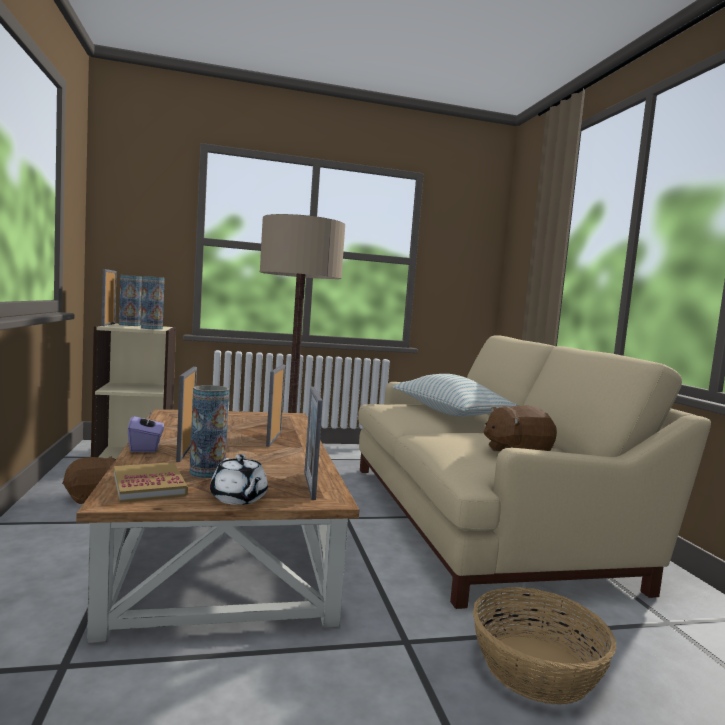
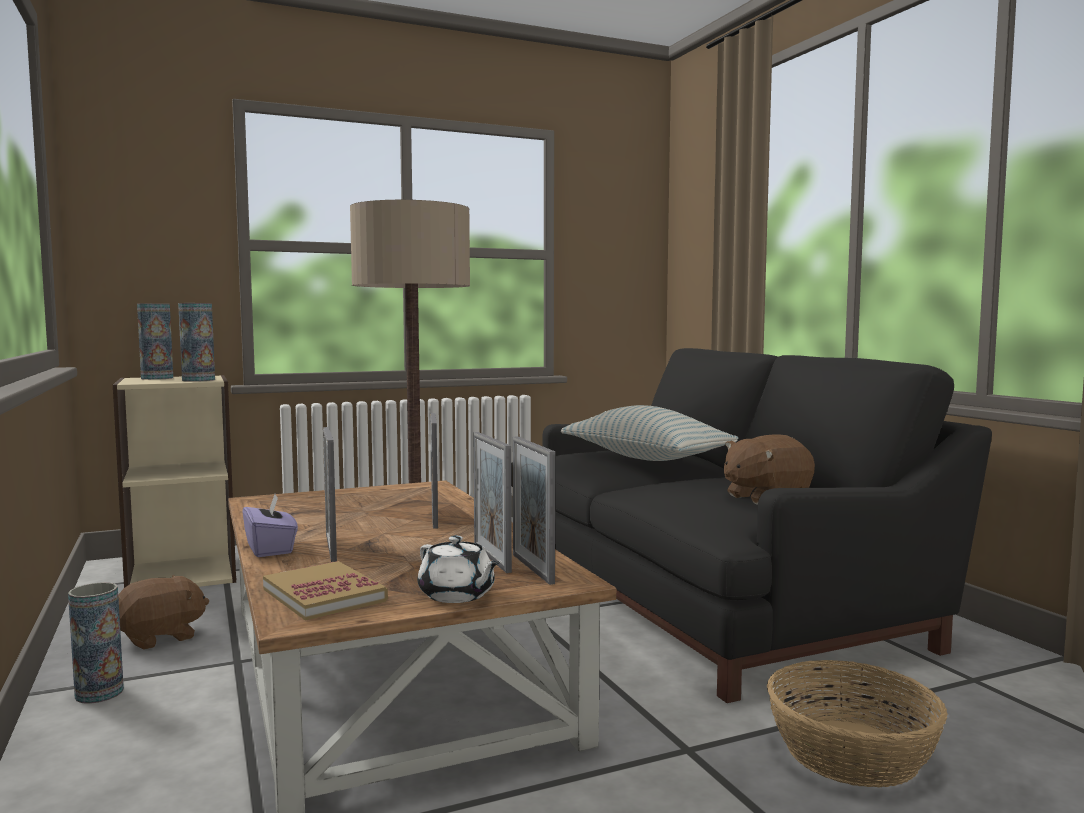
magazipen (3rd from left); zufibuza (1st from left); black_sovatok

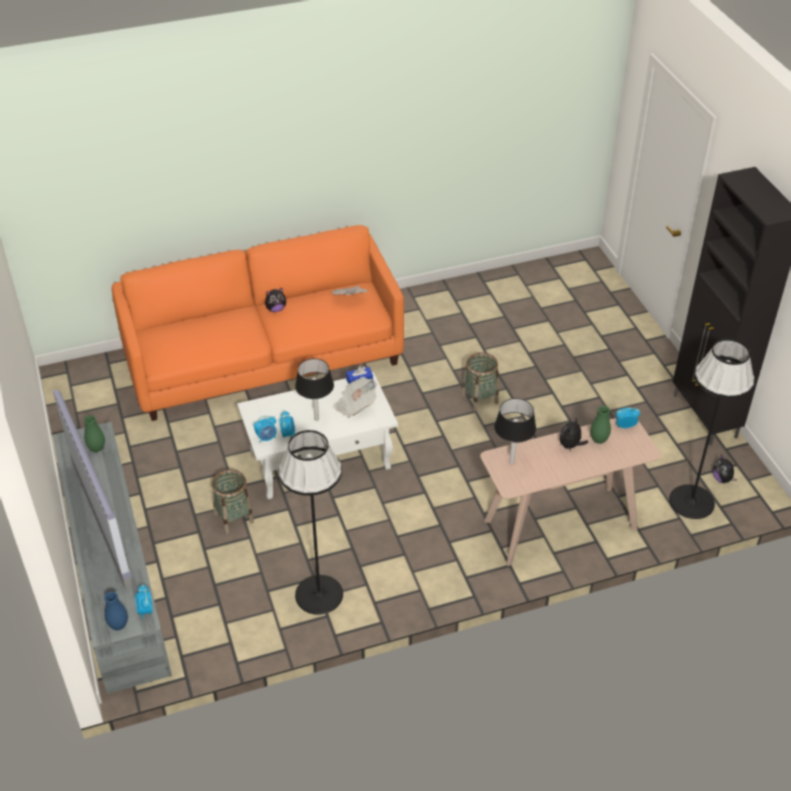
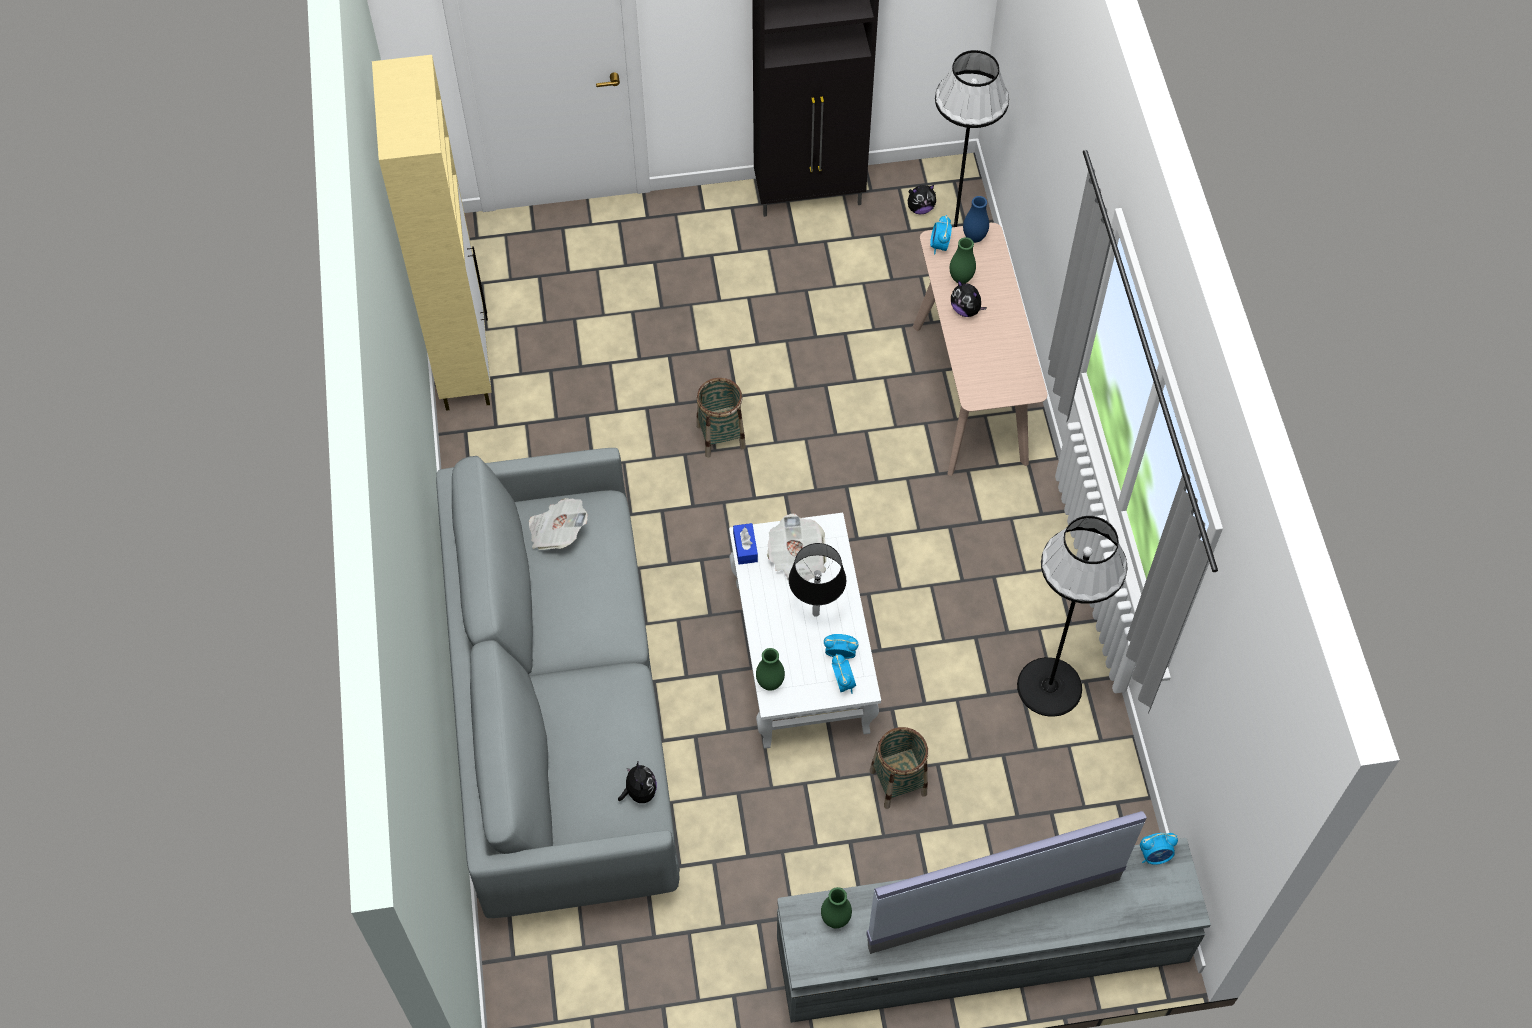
blue_zufibuza; grey_sovatok; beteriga (1st from left); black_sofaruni (2nd from left in the first image); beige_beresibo; green_zufibuza (1st from left)

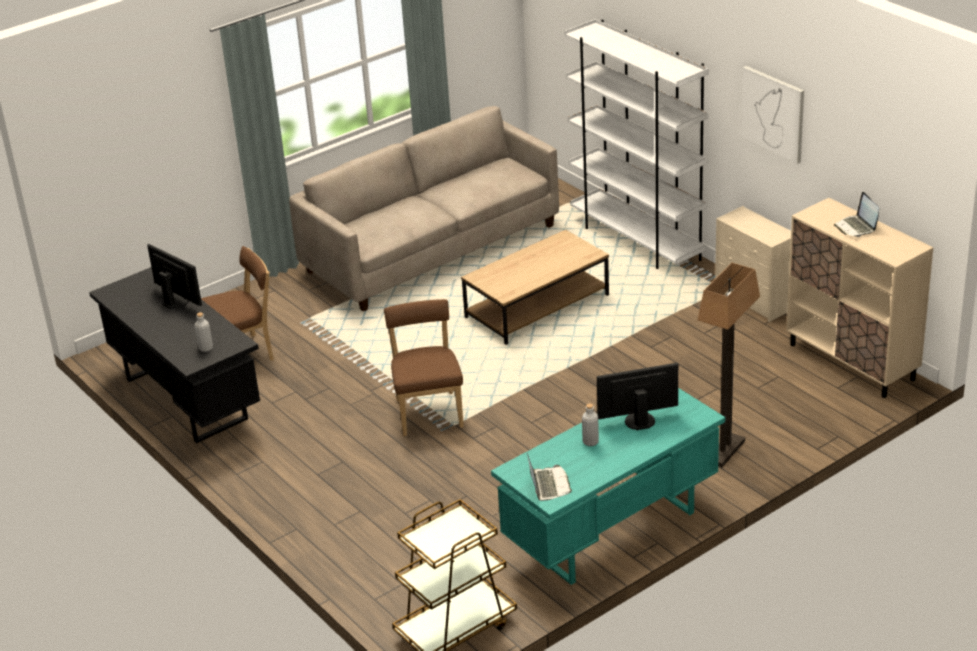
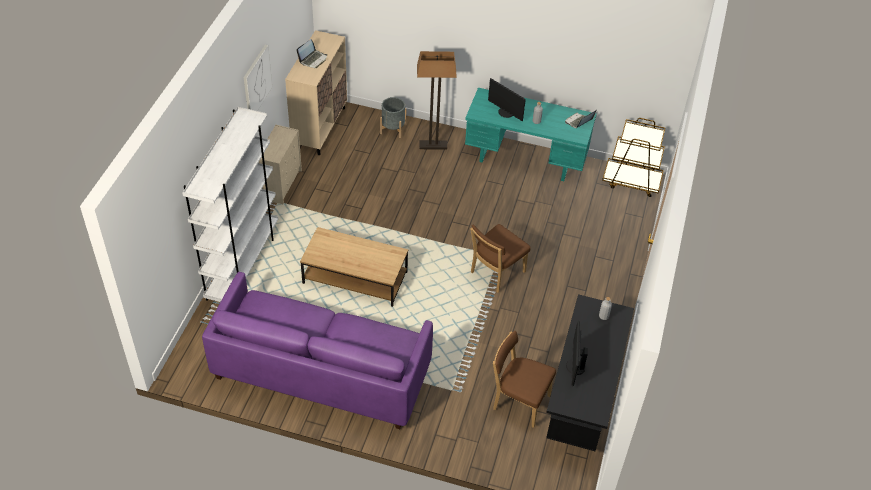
purple_sovatok; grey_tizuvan

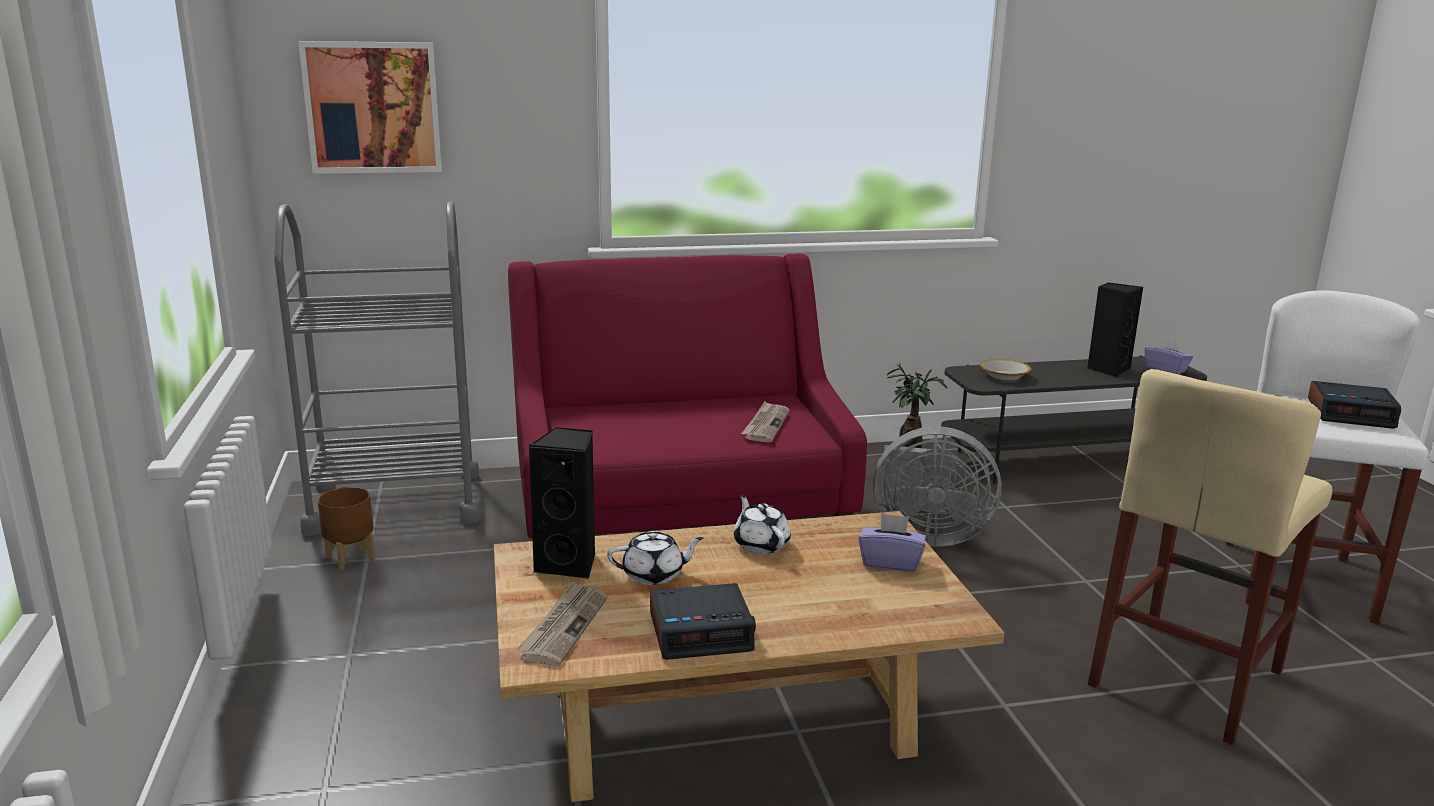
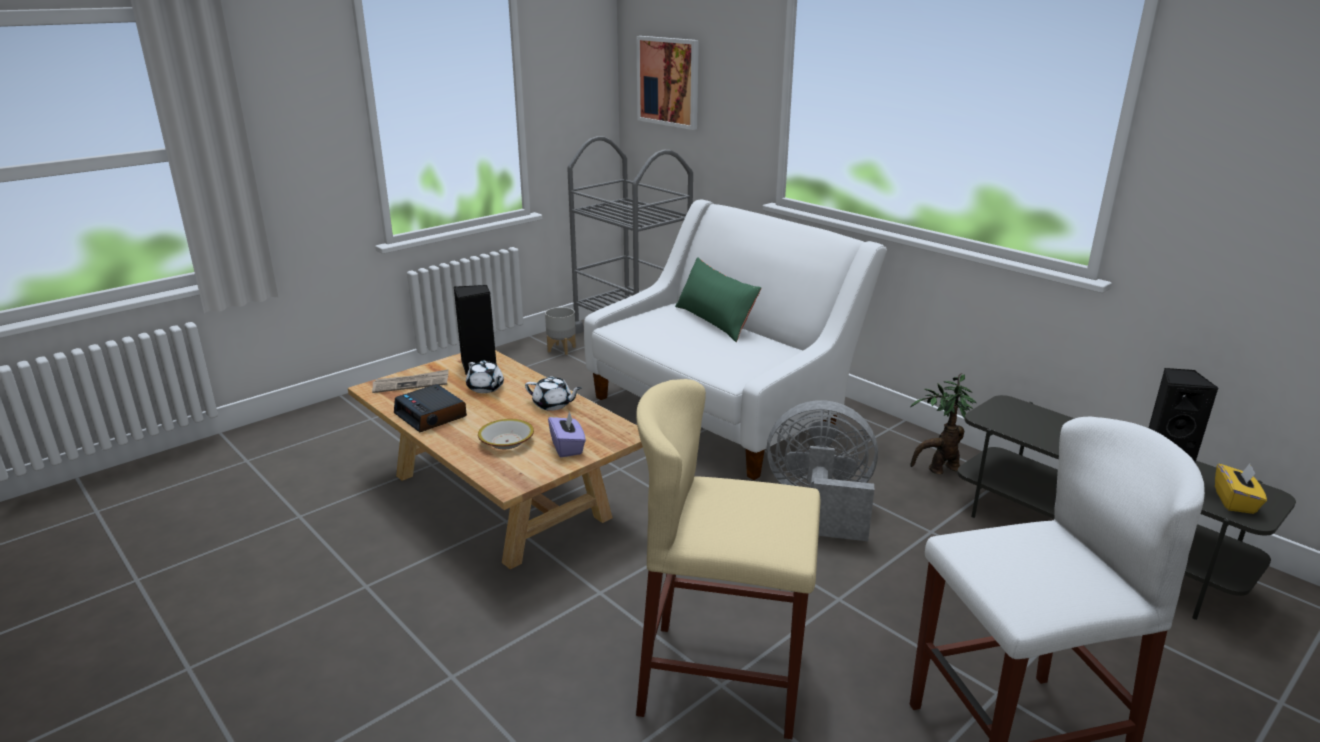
grey_tizuvan; white_sovatok; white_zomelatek (2nd from left); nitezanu (2nd from left in the first image); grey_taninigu; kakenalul; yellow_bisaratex; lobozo (2nd from left in the first image); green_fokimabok

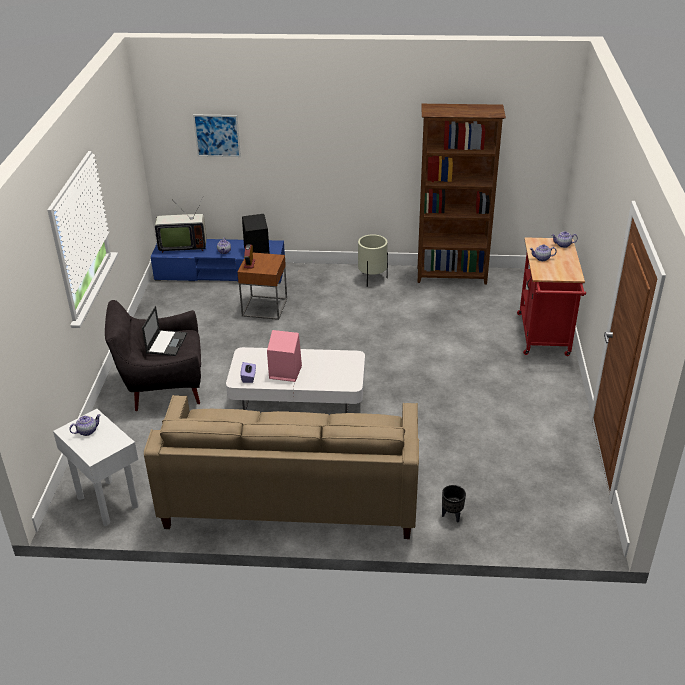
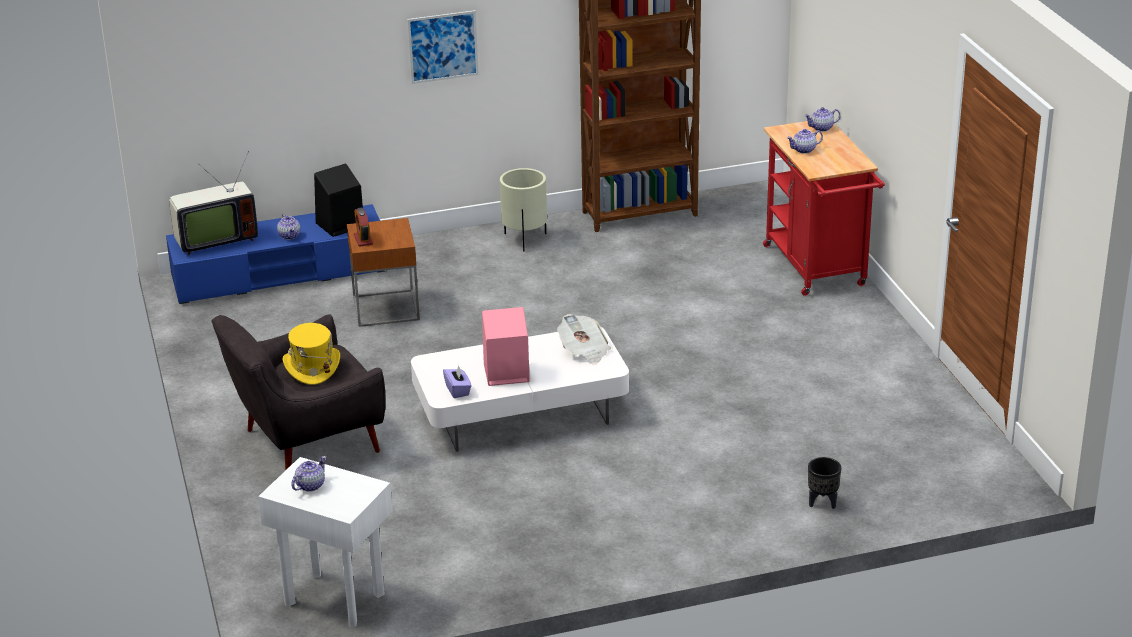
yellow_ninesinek; beige_sovatok; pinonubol; nitezanu

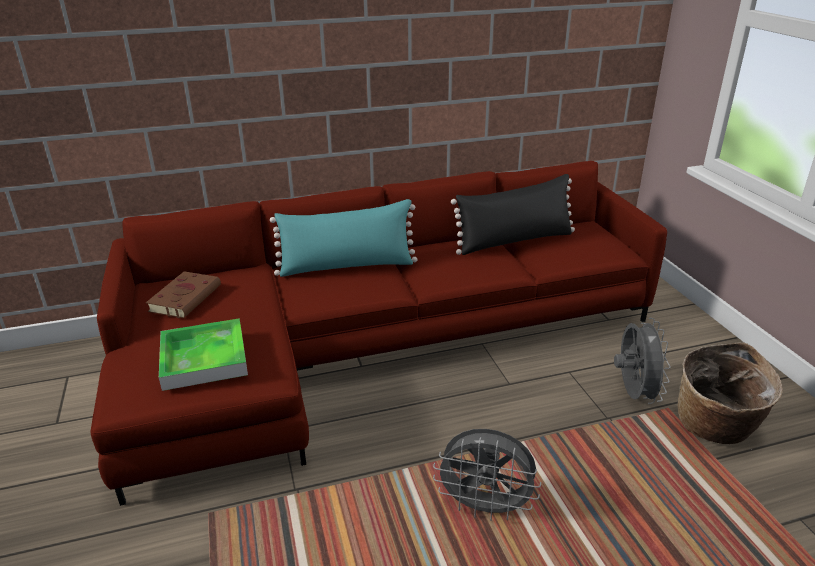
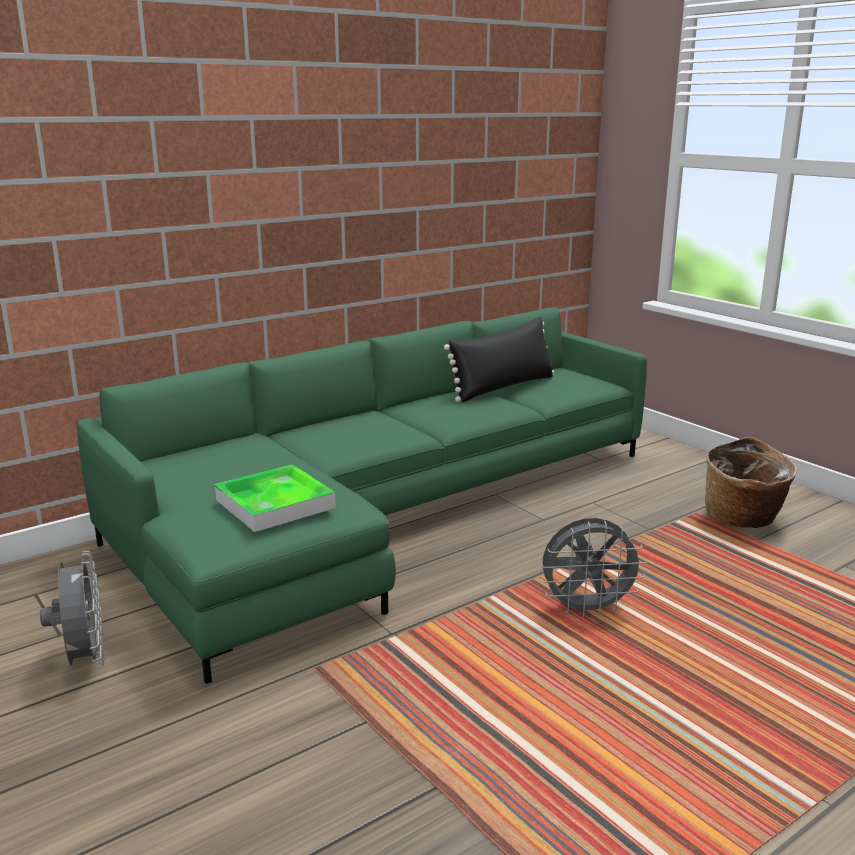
green_sovatok; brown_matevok; turquoise_fokimabok; grey_taninigu (1st from left)

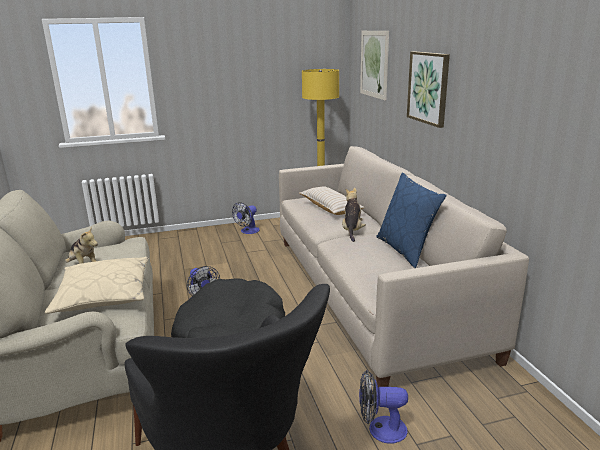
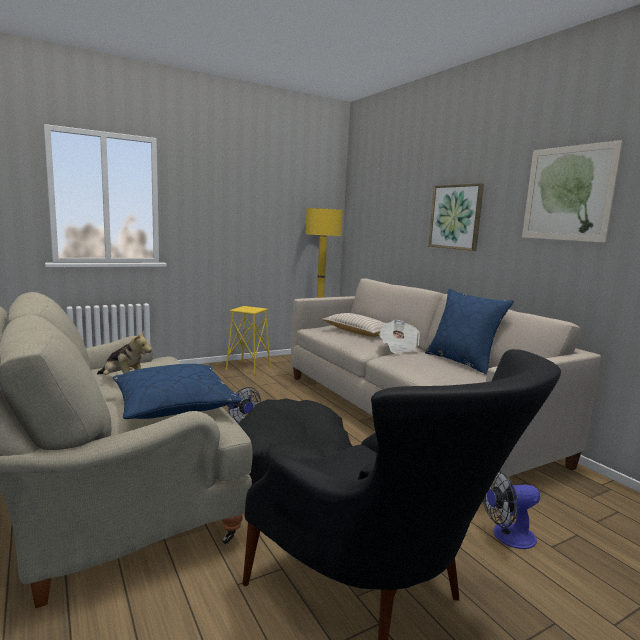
blue_fokimabok (1st from left); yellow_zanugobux; nitezanu; pinonubol (2nd from left)

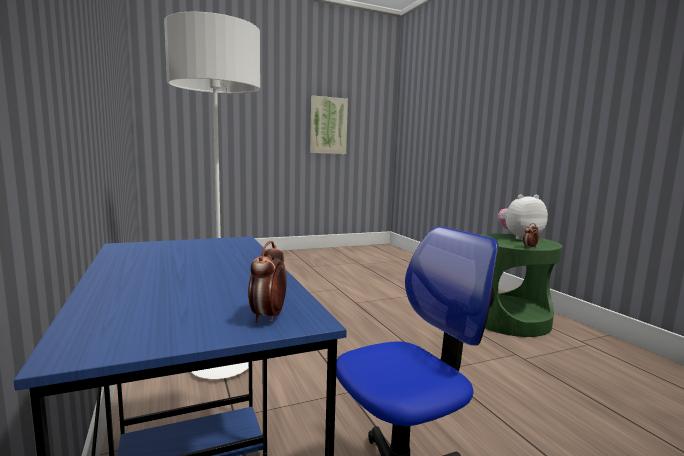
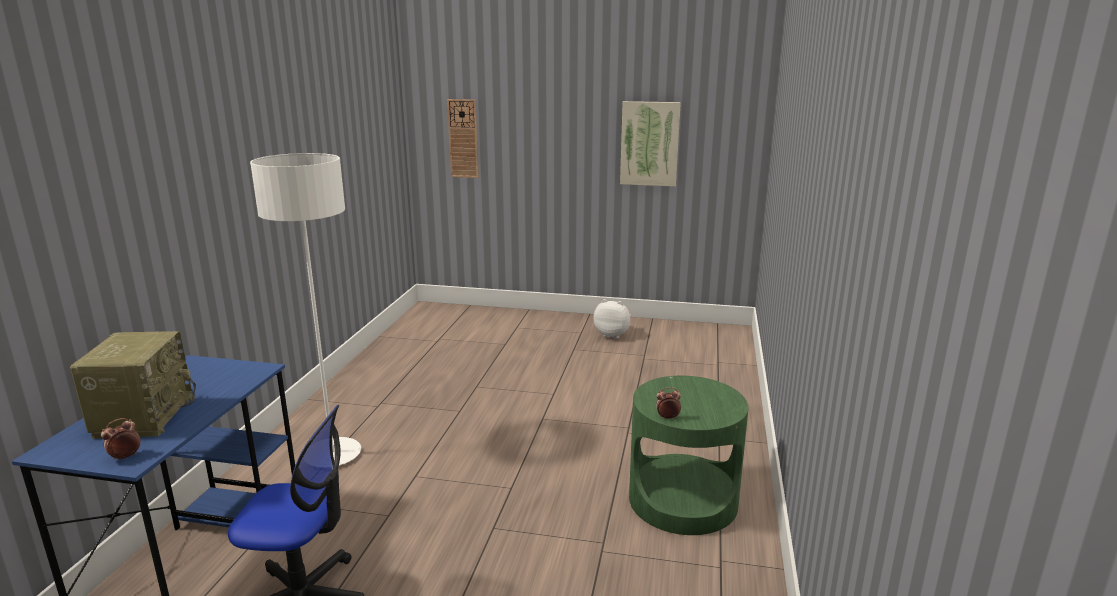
beteriga; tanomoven; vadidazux

